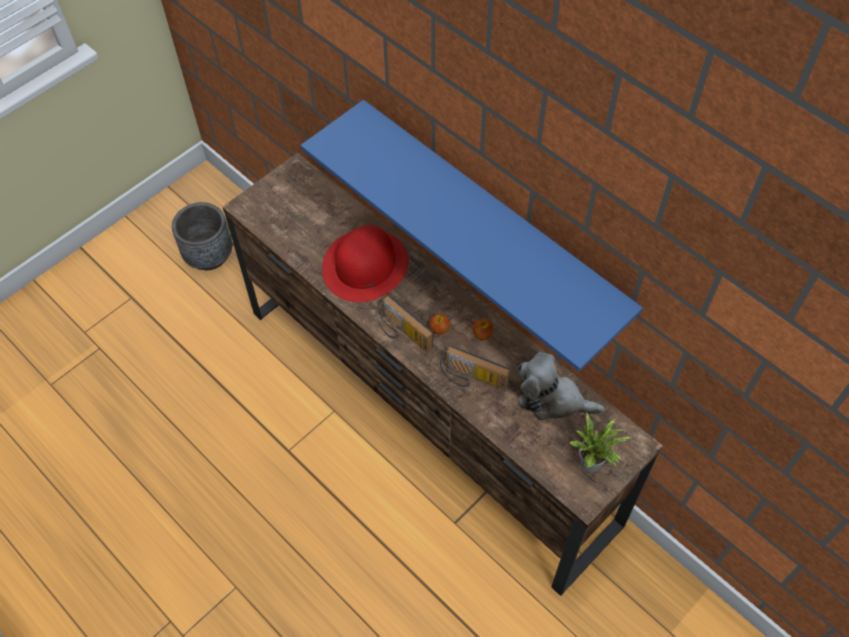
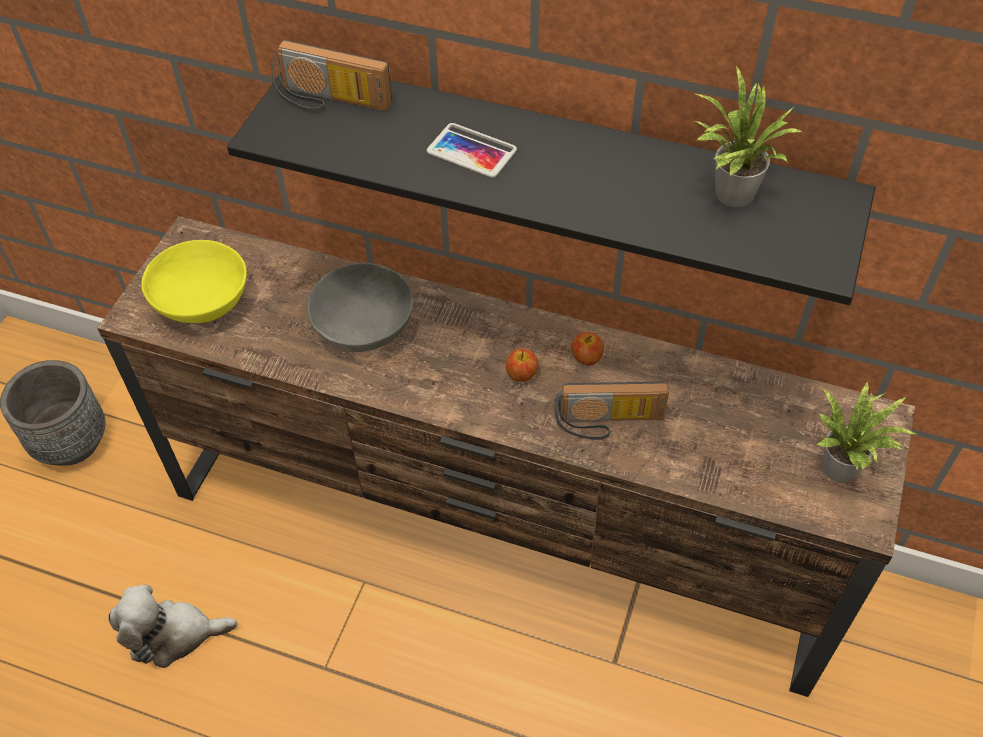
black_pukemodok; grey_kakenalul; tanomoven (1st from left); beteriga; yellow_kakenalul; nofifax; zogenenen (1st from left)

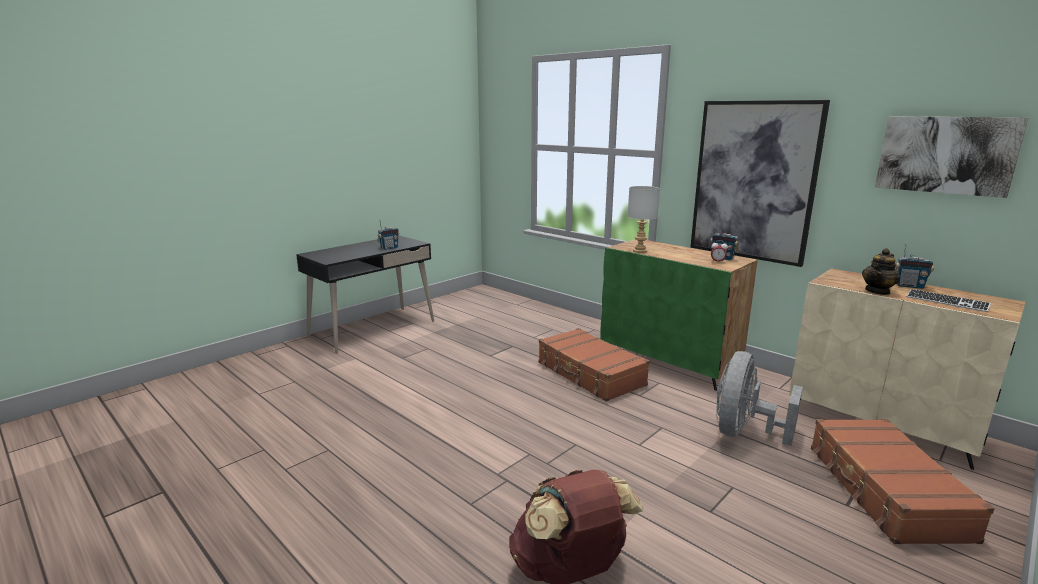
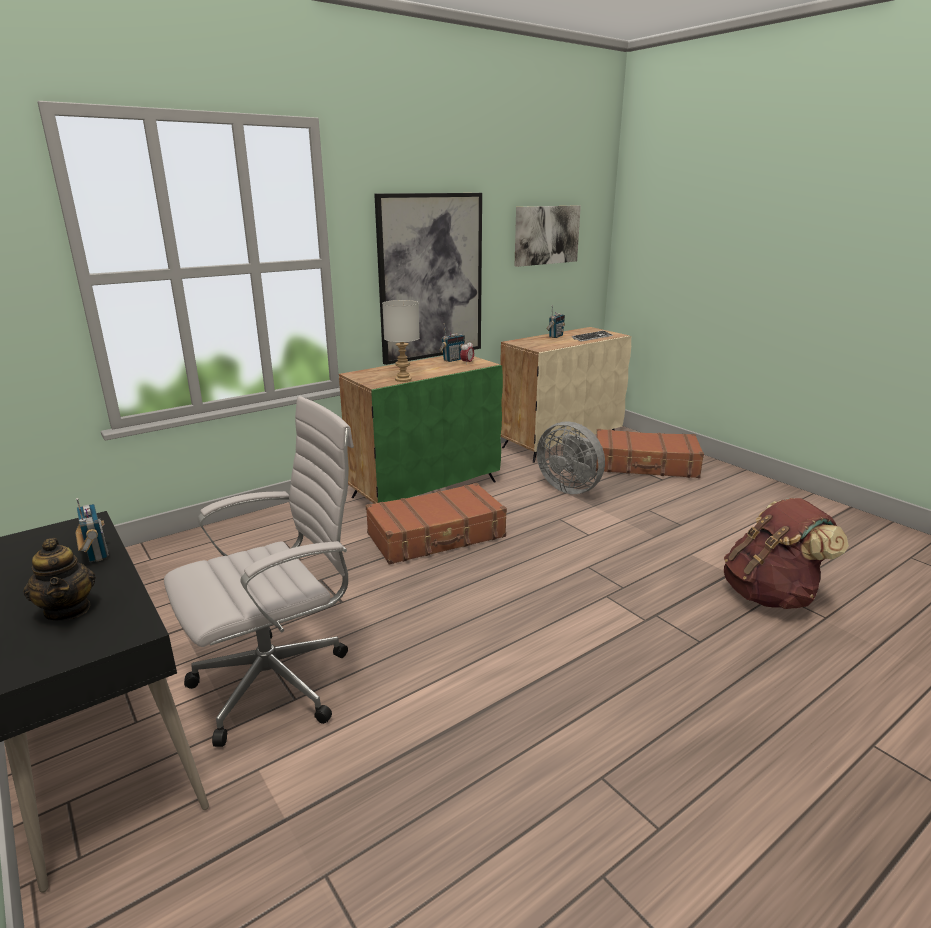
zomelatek; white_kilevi

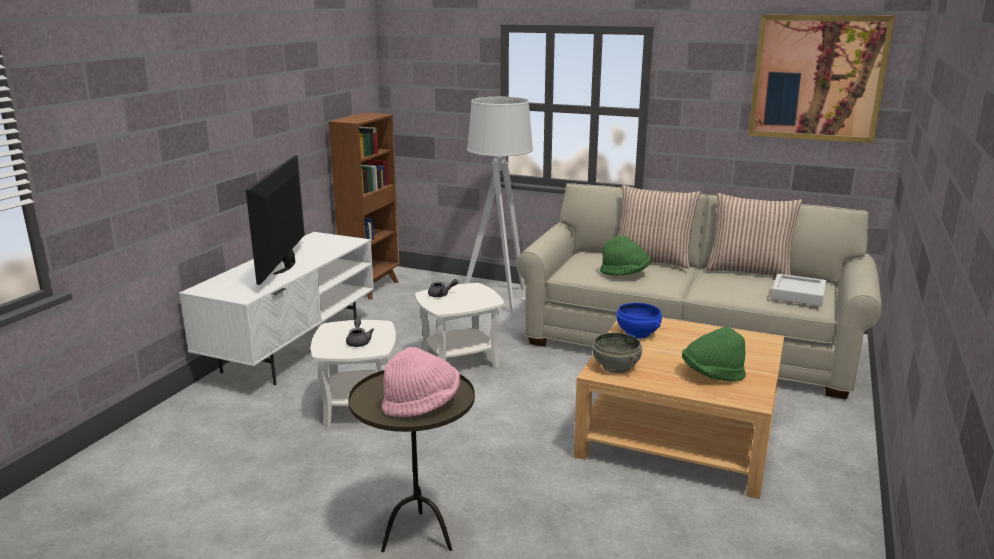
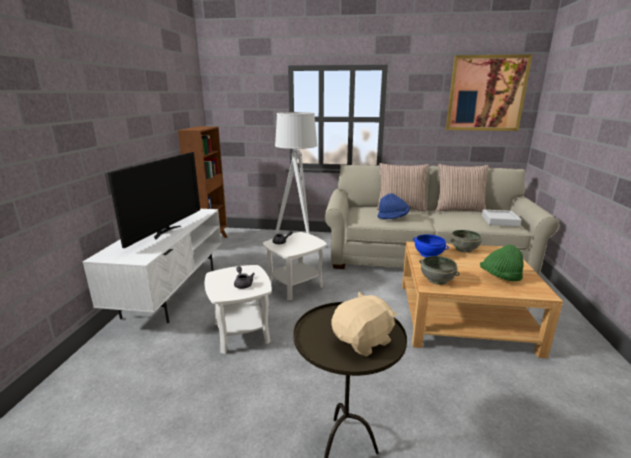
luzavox; beige_beteriga; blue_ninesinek; grey_kakenalul (2nd from left)

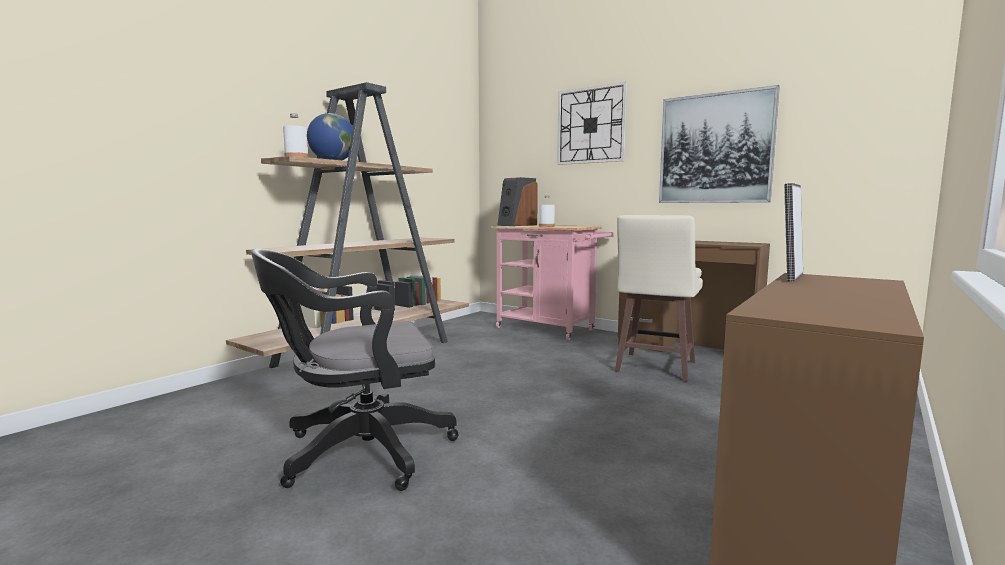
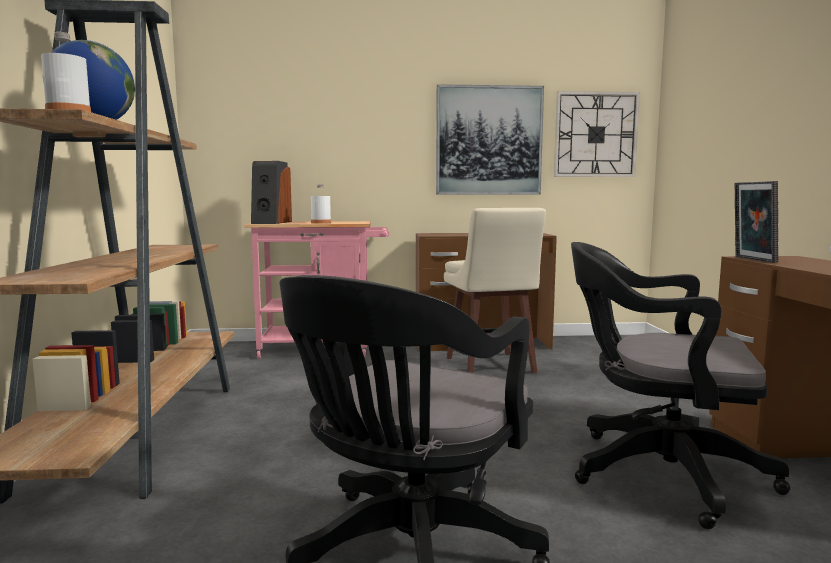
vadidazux; black_kilevi (2nd from left)

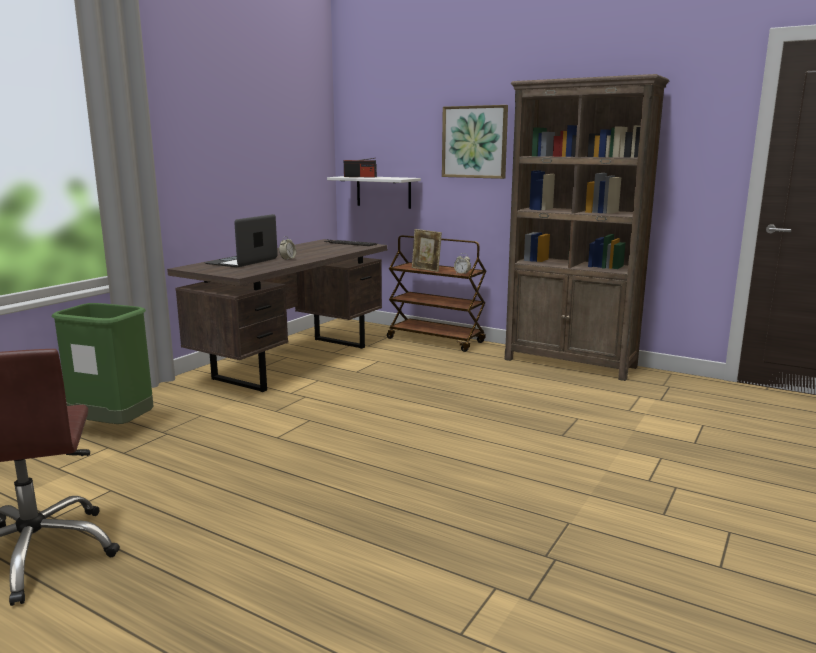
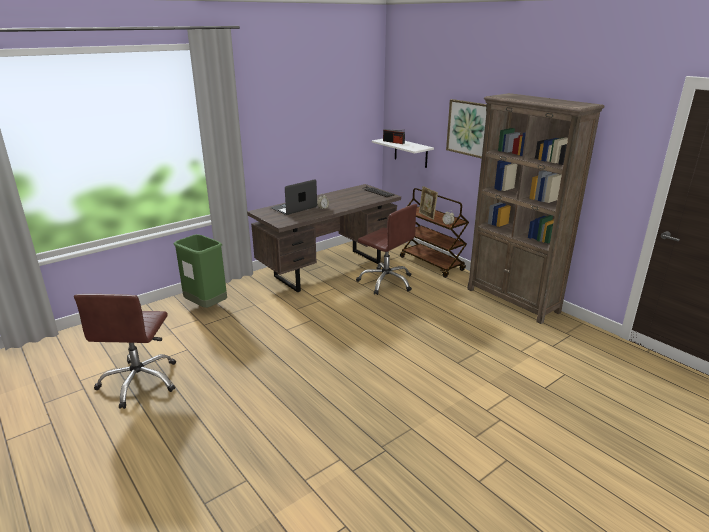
brown_kilevi (2nd from left)

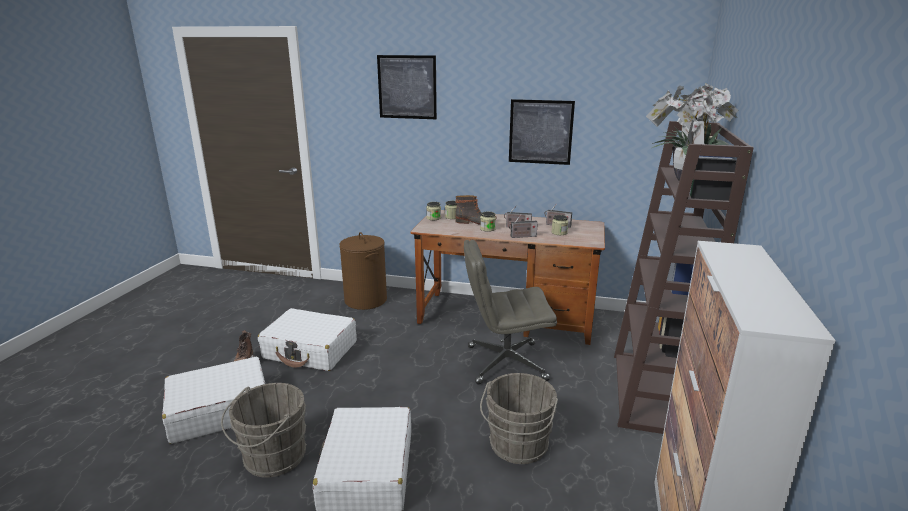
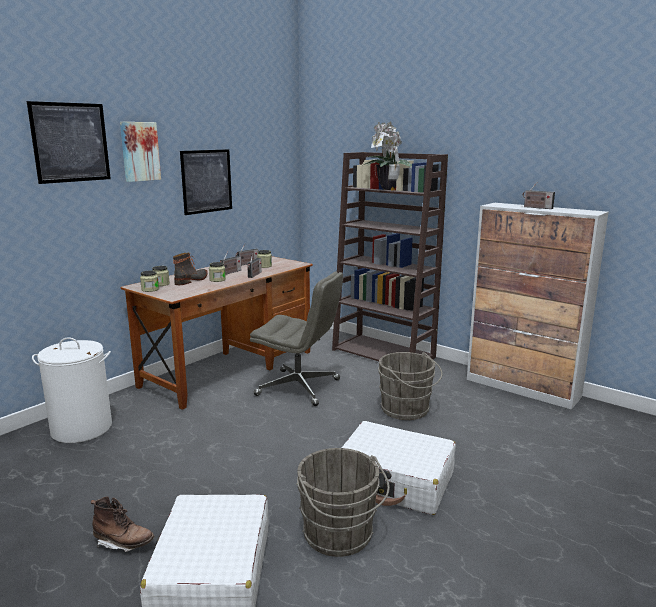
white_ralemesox (2nd from left in the first image); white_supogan; grey_kilevi; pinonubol (2nd from left); tanomoven (4th from left)

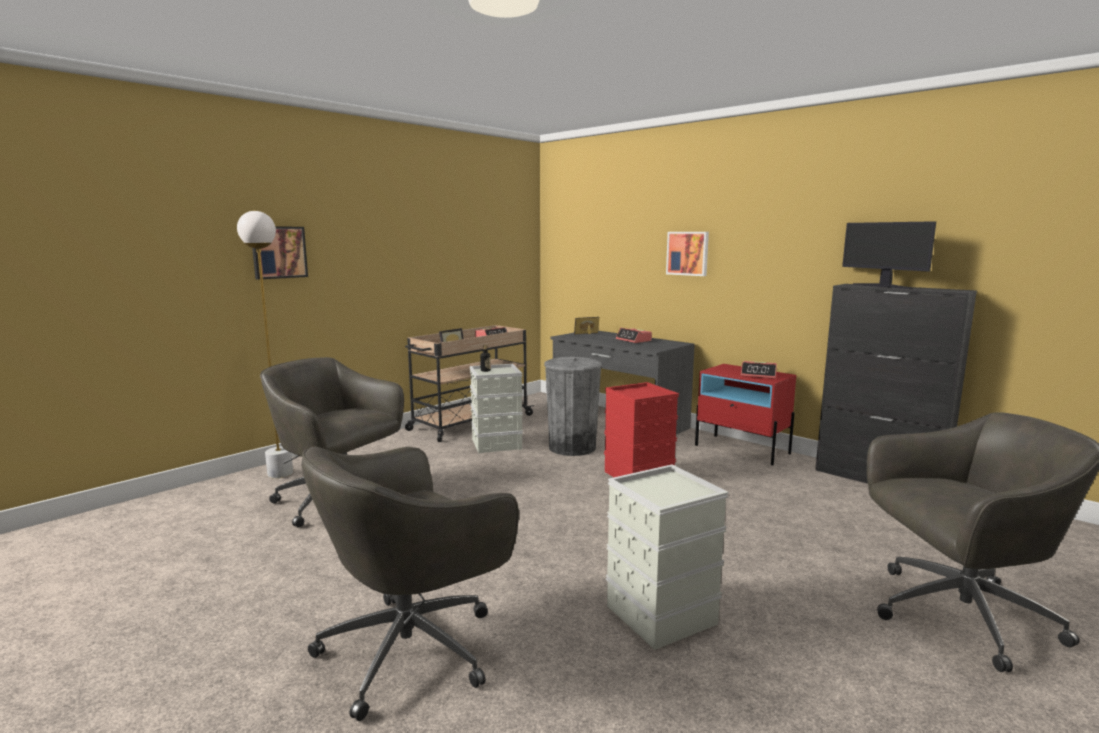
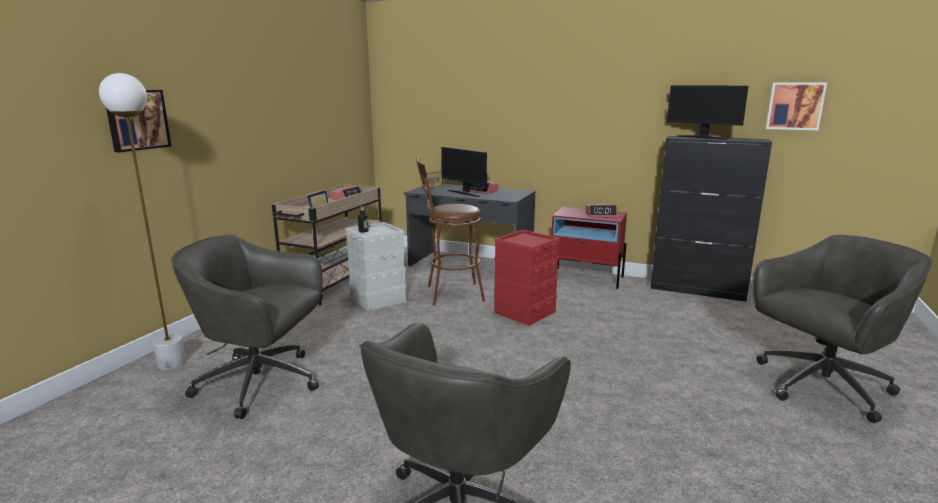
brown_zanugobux; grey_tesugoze (2nd from left in the first image); pinonubol (2nd from left); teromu (1st from left)

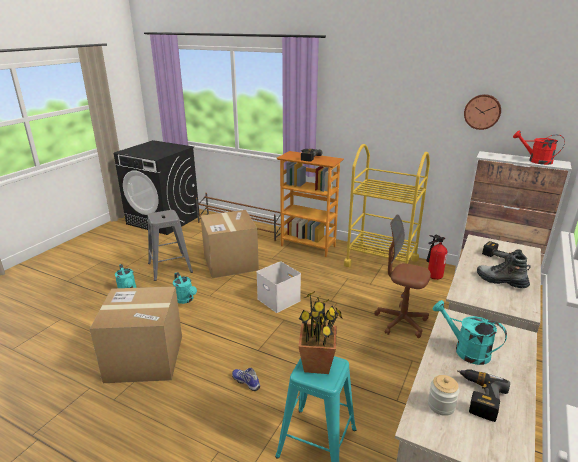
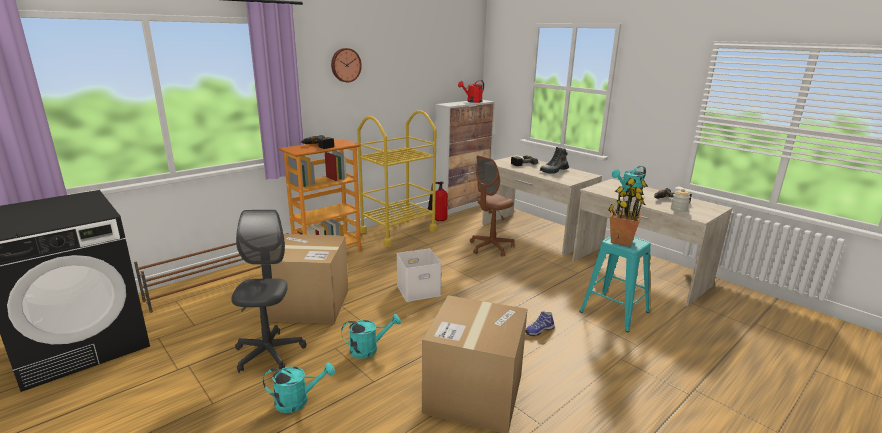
grey_kilevi; vadidazux

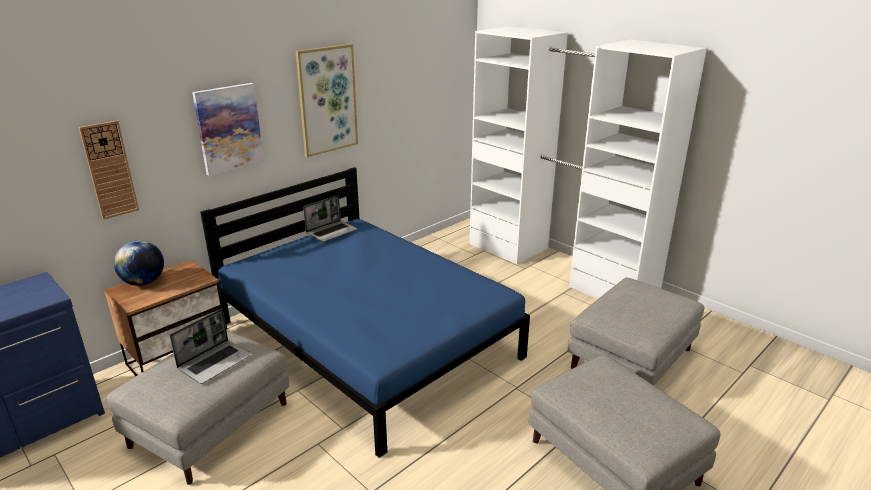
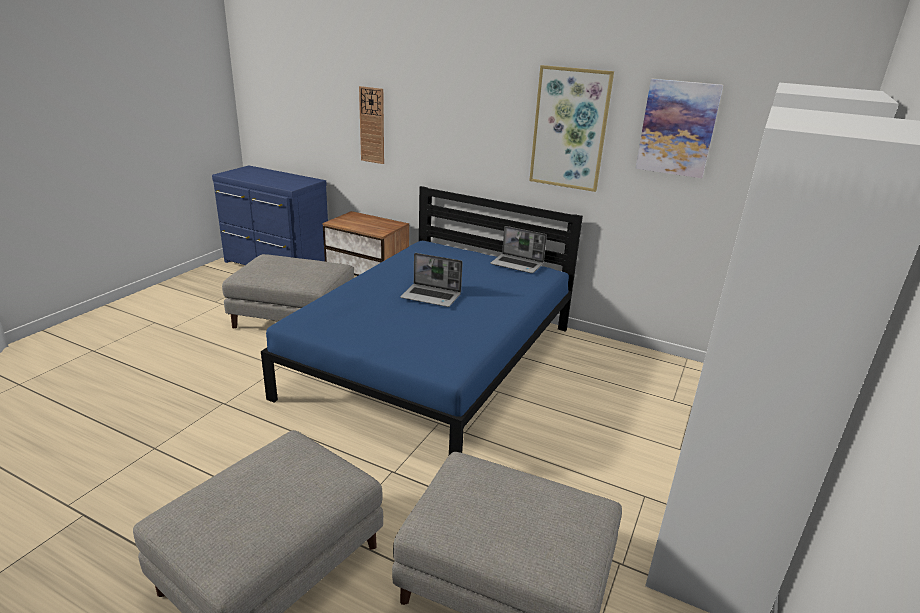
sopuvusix; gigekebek (1st from left); pinonubol (2nd from left)

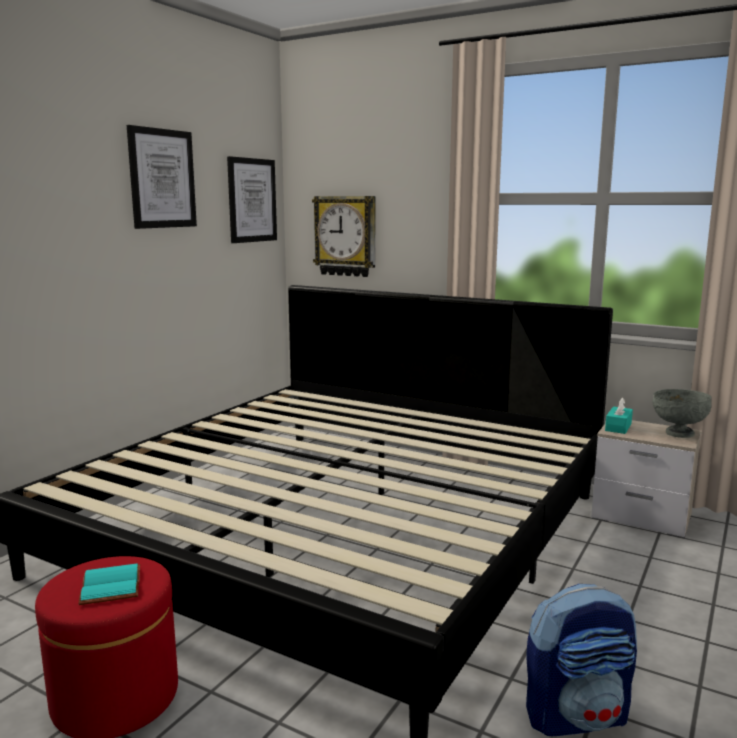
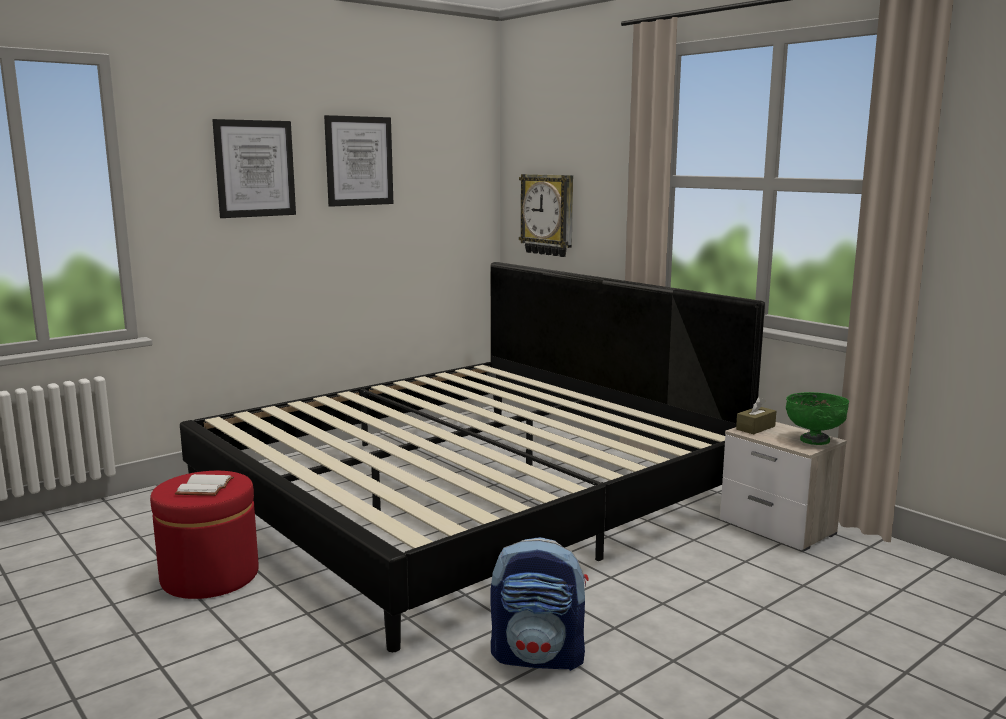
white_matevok; pinonubol (1st from left); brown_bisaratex; green_kakenalul

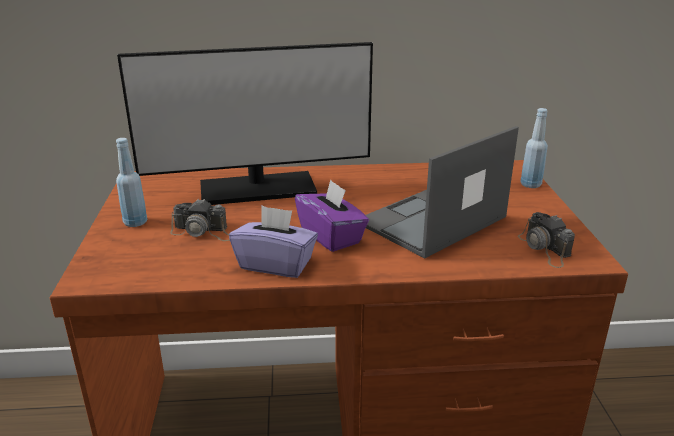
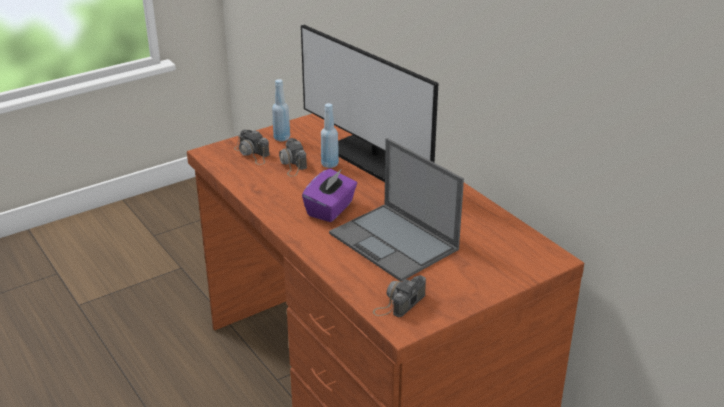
purple_bisaratex (1st from left in the first image); gigekebek; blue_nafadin (2nd from left); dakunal (1st from left)

